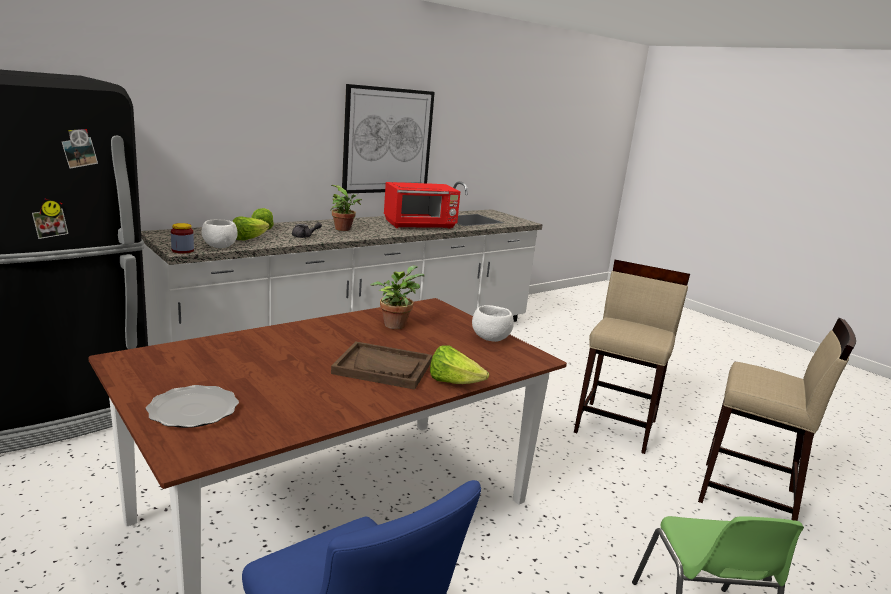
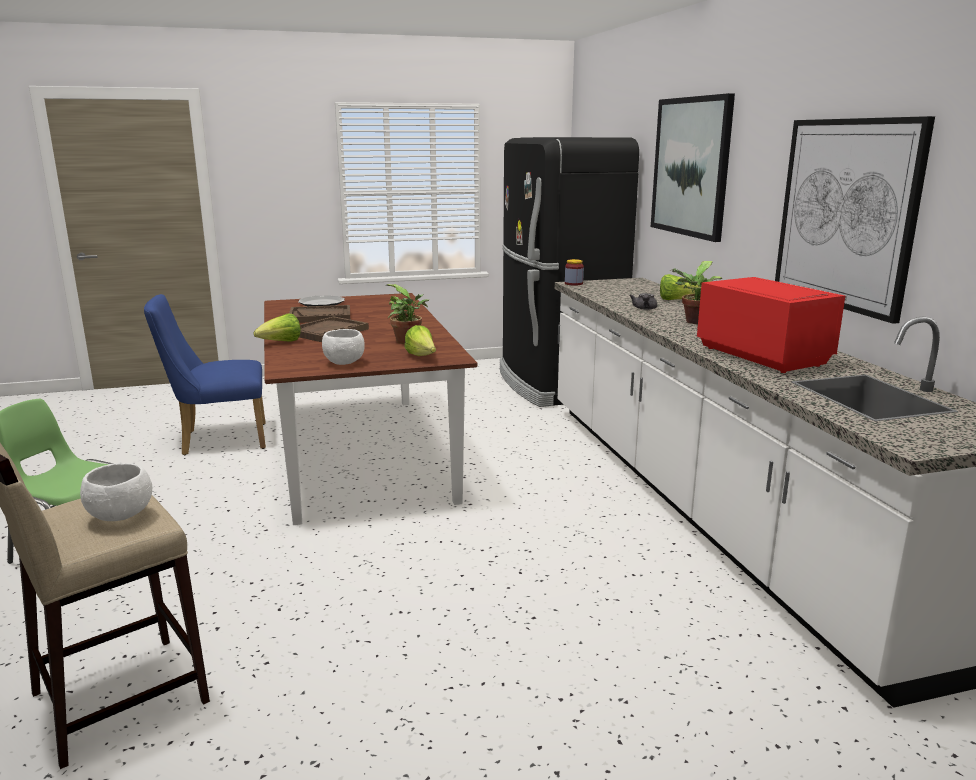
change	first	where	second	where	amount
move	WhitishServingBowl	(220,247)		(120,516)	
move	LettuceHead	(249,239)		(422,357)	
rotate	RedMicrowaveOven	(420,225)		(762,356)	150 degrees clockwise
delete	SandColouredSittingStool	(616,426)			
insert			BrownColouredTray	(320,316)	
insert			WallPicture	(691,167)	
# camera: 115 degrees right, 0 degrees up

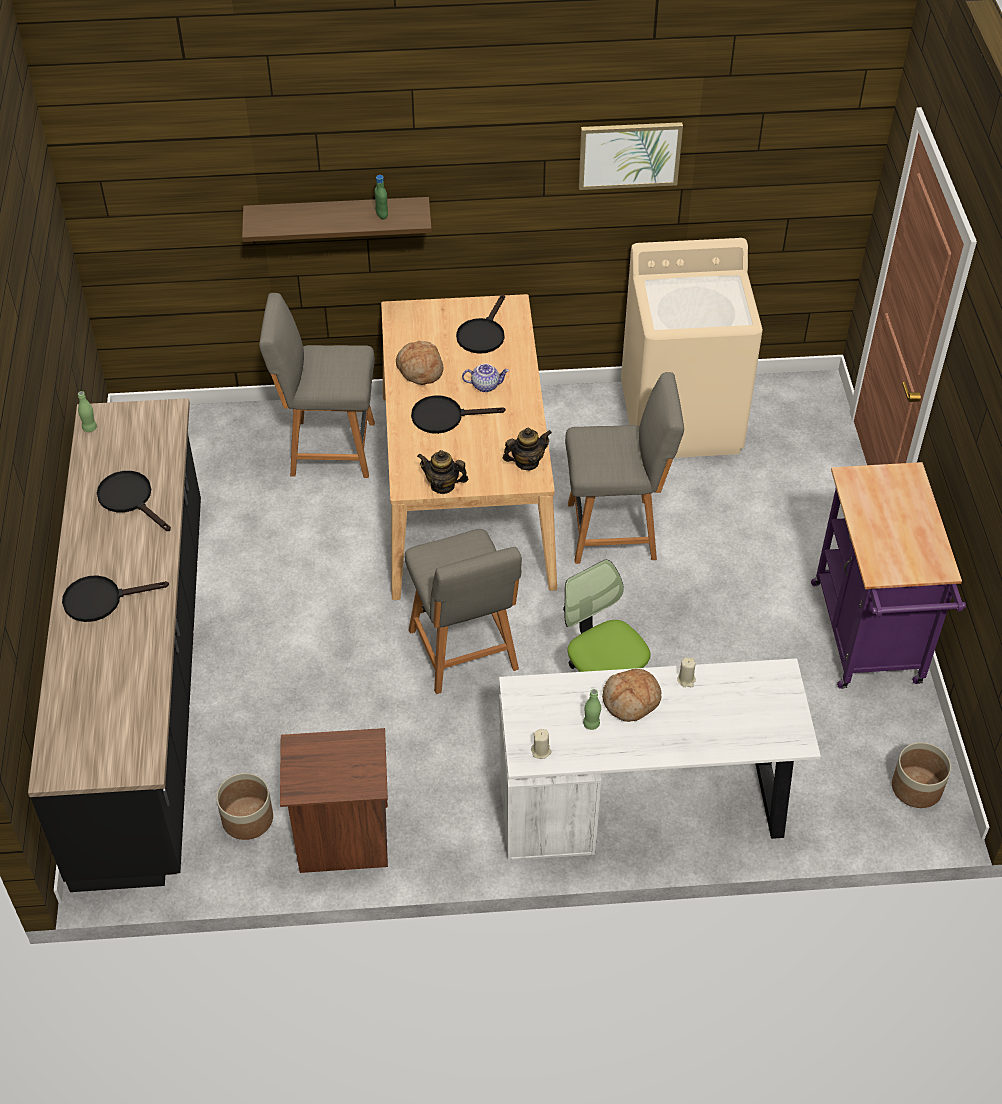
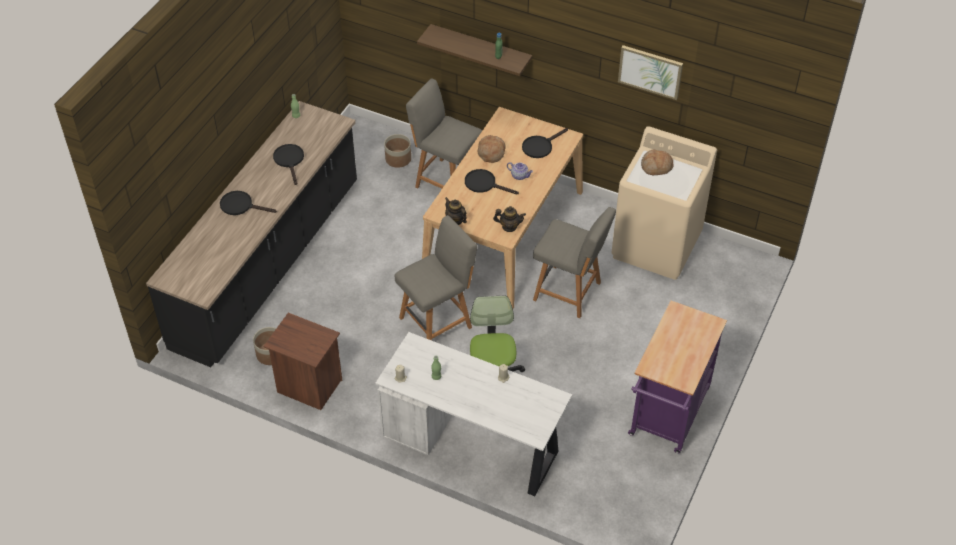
change	first	where	second	where	amount
rotate	GreyishPlainChair	(464,653)		(438,321)	135 degrees counterclockwise
move	BakedBread	(631,701)		(656,167)	
move	PlantPot	(916,787)		(398,159)	
# camera: 30 degrees right, 0 degrees up

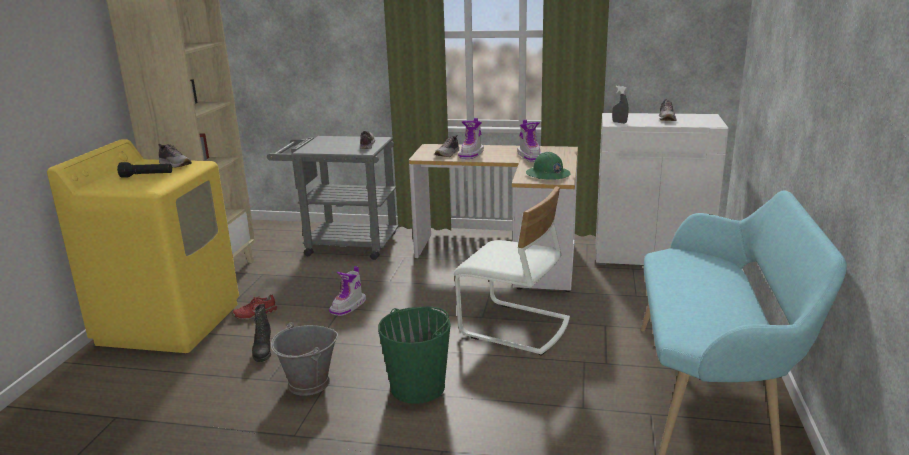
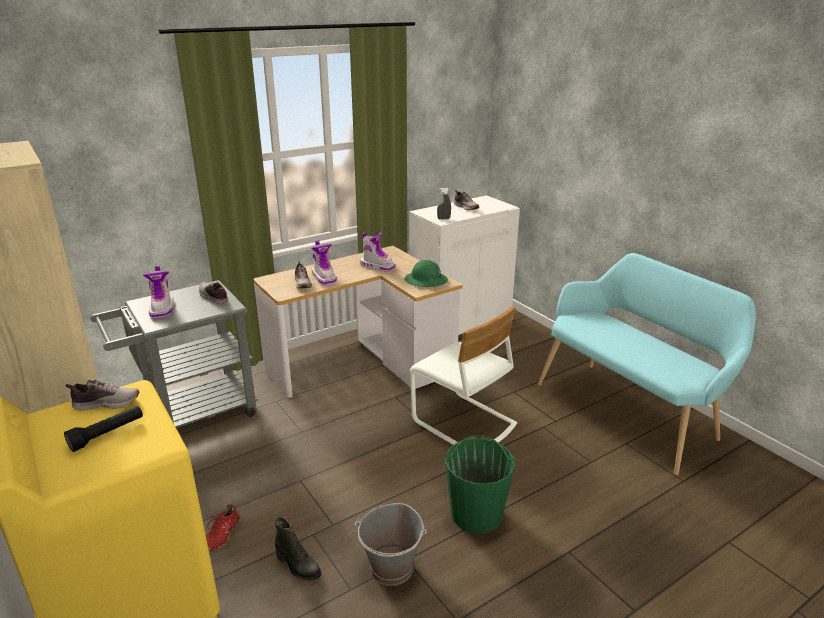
change	first	where	second	where	amount
move	HighTopBoot	(348,306)		(162,308)	
rotate	WhitishPlainChair	(514,327)		(463,424)	60 degrees clockwise
# camera: 45 degrees left, 5 degrees up

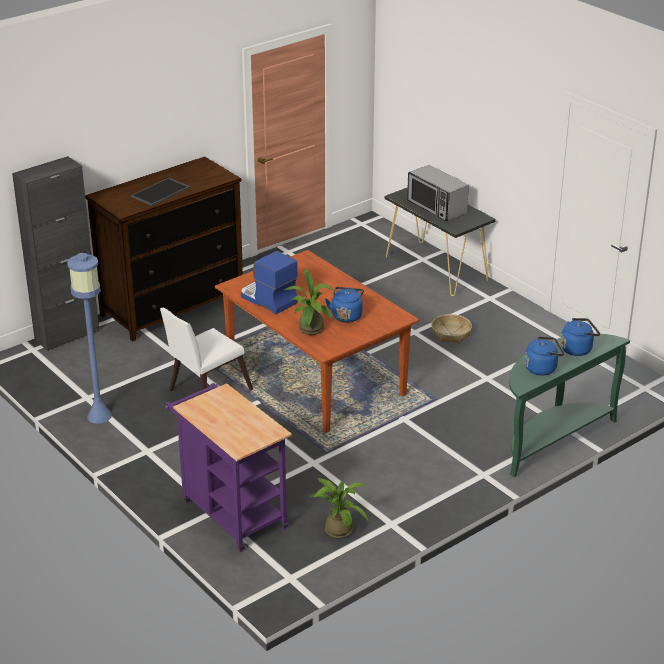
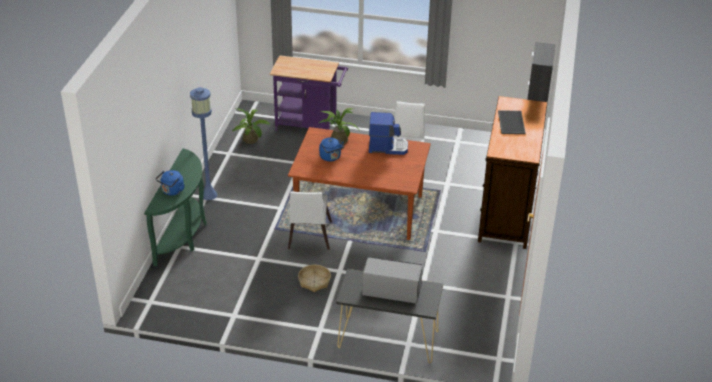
change	first	where	second	where	amount
move	BlueColouredFloorLamp	(99,416)		(209,195)	
delete	BlueColouredTeaKettle	(542,368)			
insert			WhitishPlainChair	(309,237)	
# camera: 140 degrees right, 5 degrees up

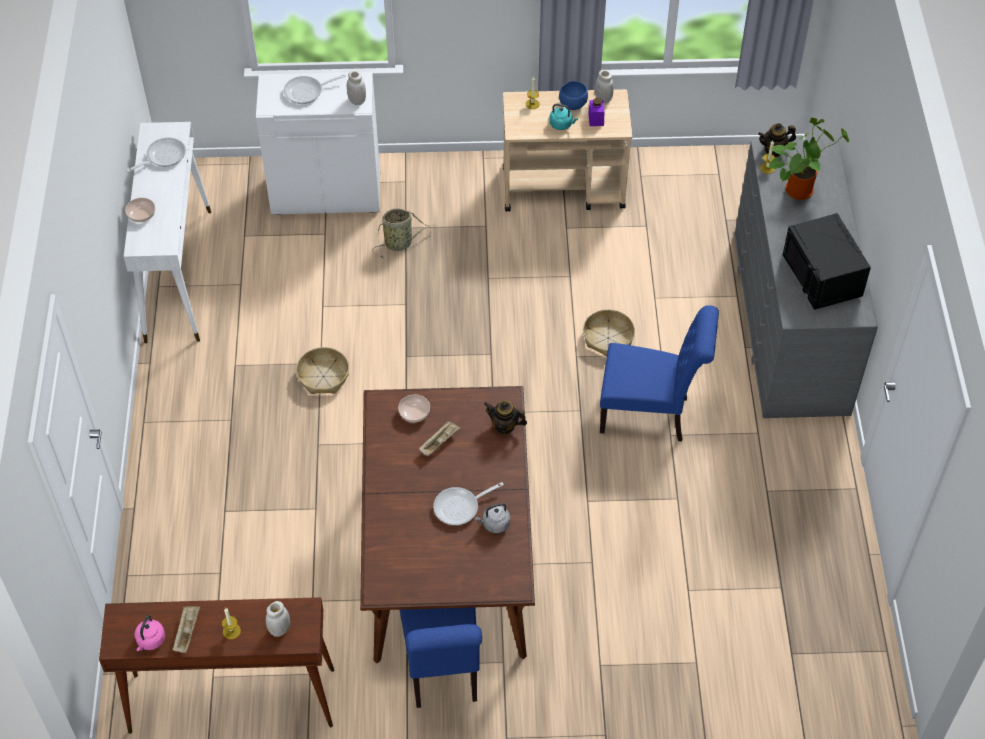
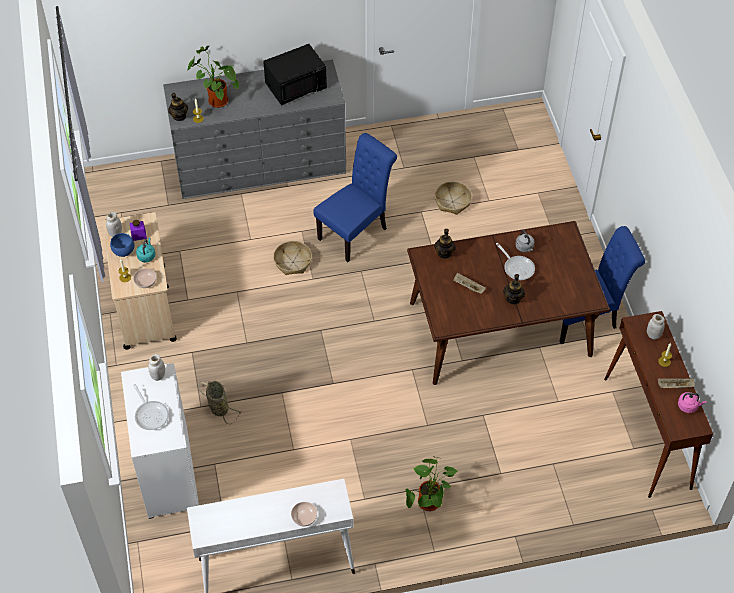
change	first	where	second	where	amount
delete	FryingPan	(163,157)			
move	Basket	(323,376)		(452,202)	
move	ServingBowl	(414,413)		(146,282)	
rotate	BlueColouredPlainChair	(650,415)		(356,232)	45 degrees clockwise
insert			Houseplant	(429,504)	
insert			PotForTea	(513,298)	
# camera: 100 degrees left, 0 degrees up

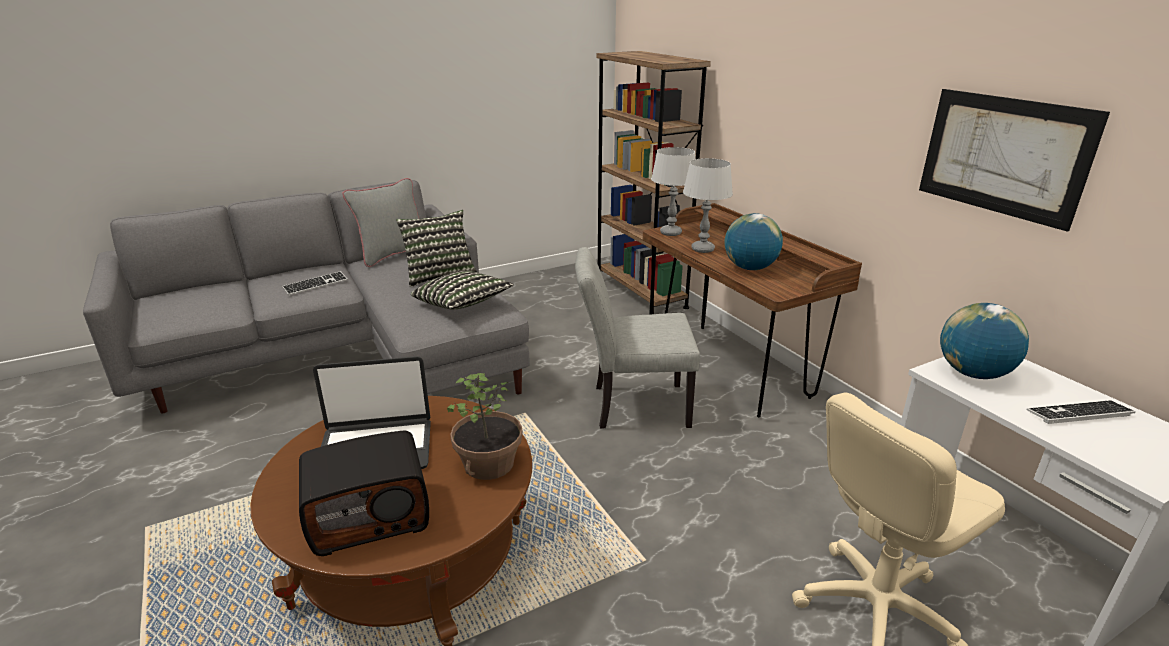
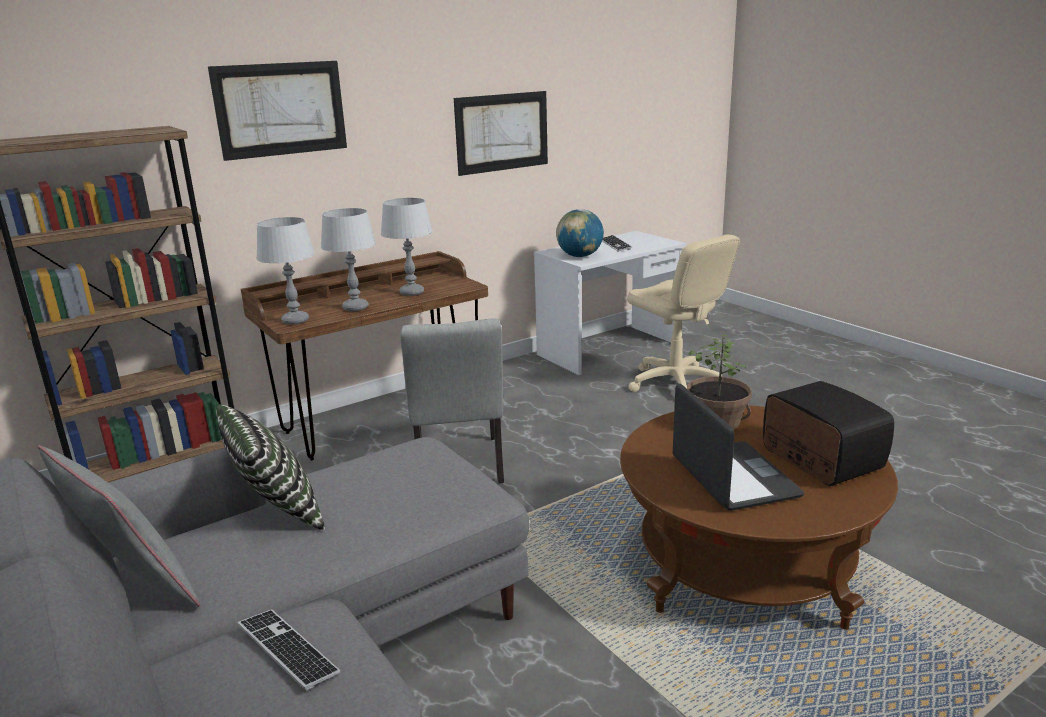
change	first	where	second	where	amount
delete	Pillow	(462,304)			
replace	DeskGlobe	(750,268)	GreyishLampForATable	(411,292)	
insert			WallPicture	(281,109)	
# camera: 95 degrees left, 5 degrees down

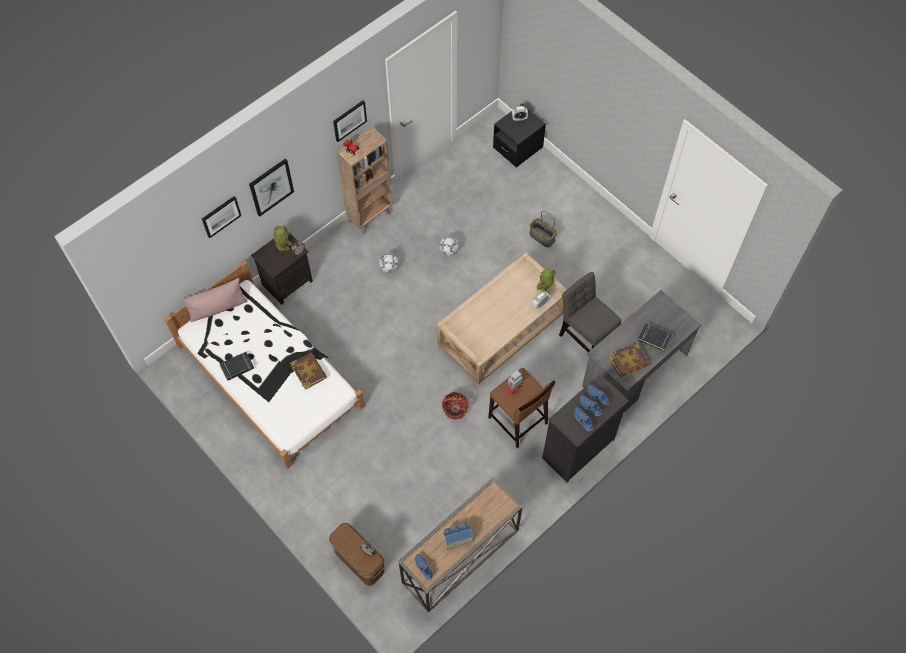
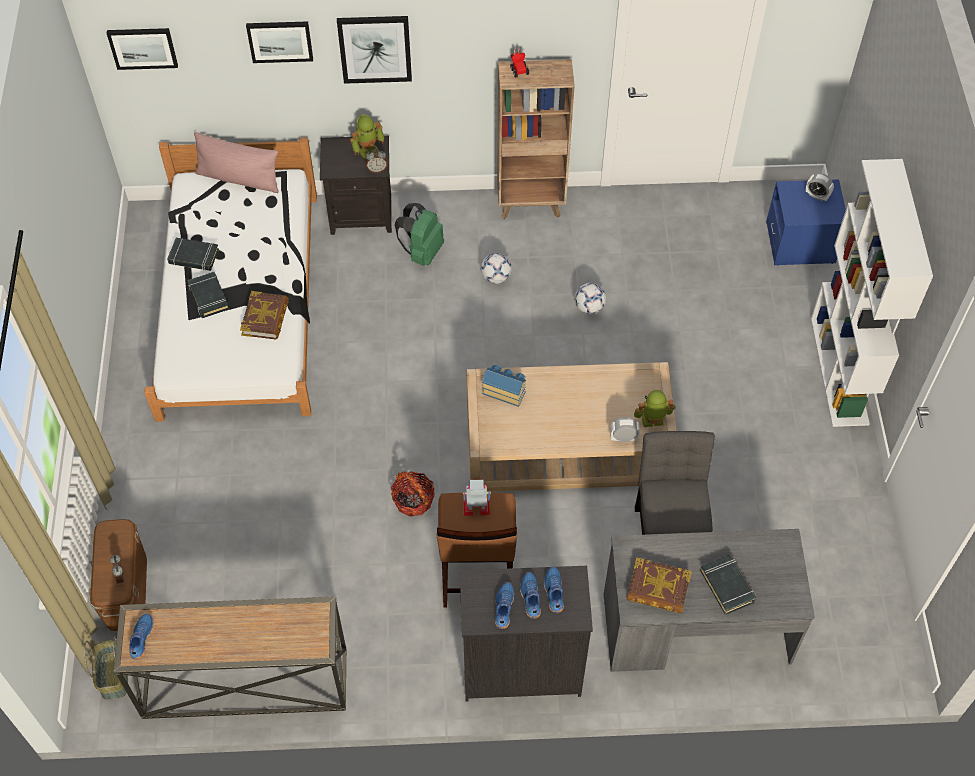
change	first	where	second	where	amount
move	WallPicture	(349,120)		(143,47)	
move	MiniatureHouse	(457,537)		(504,390)	
recolor	BlackBedsideTable	(518,147)	BlueColouredBedsideTable	(800,243)	
move	Basket	(542,237)		(114,676)	
insert			BlackBook	(208,297)	
insert			GreenRucksack	(422,252)	
insert			WhitishBookcase	(840,371)	
# camera: 40 degrees right, 5 degrees down

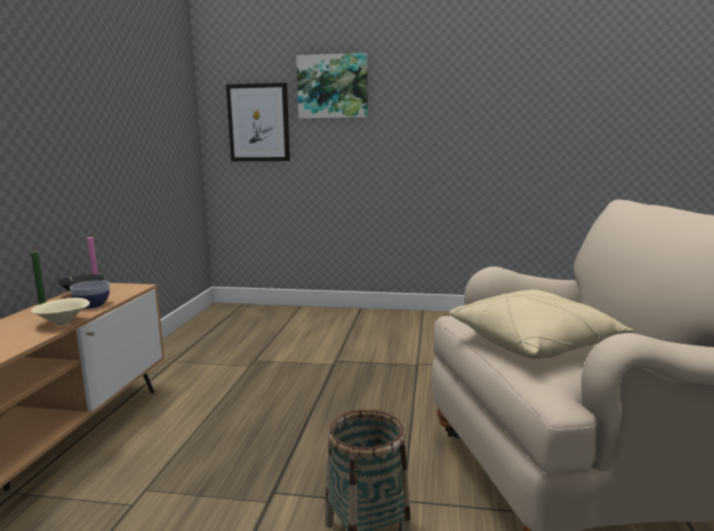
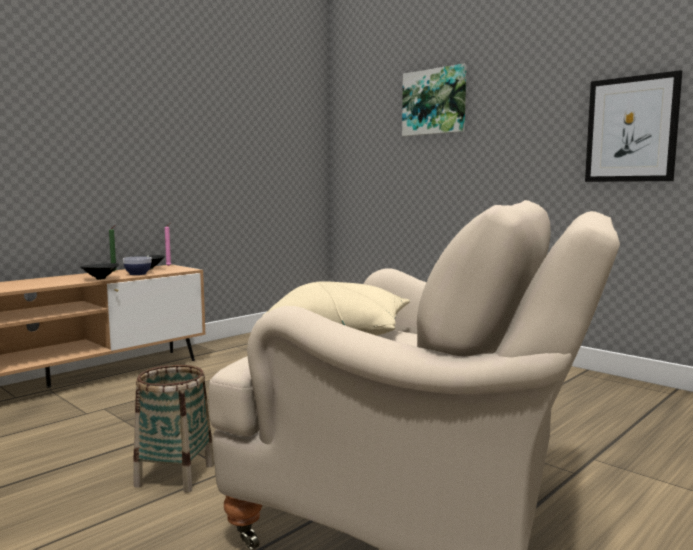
change	first	where	second	where	amount
recolor	SandColouredServingBowl	(64,323)	BlackServingBowl	(101,279)	
move	WallPicture	(259,123)		(631,129)	
# camera: 35 degrees right, 5 degrees down

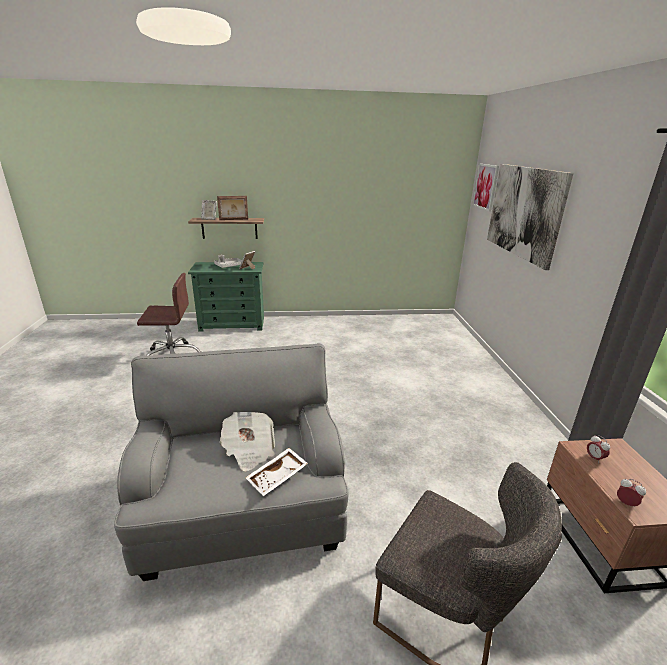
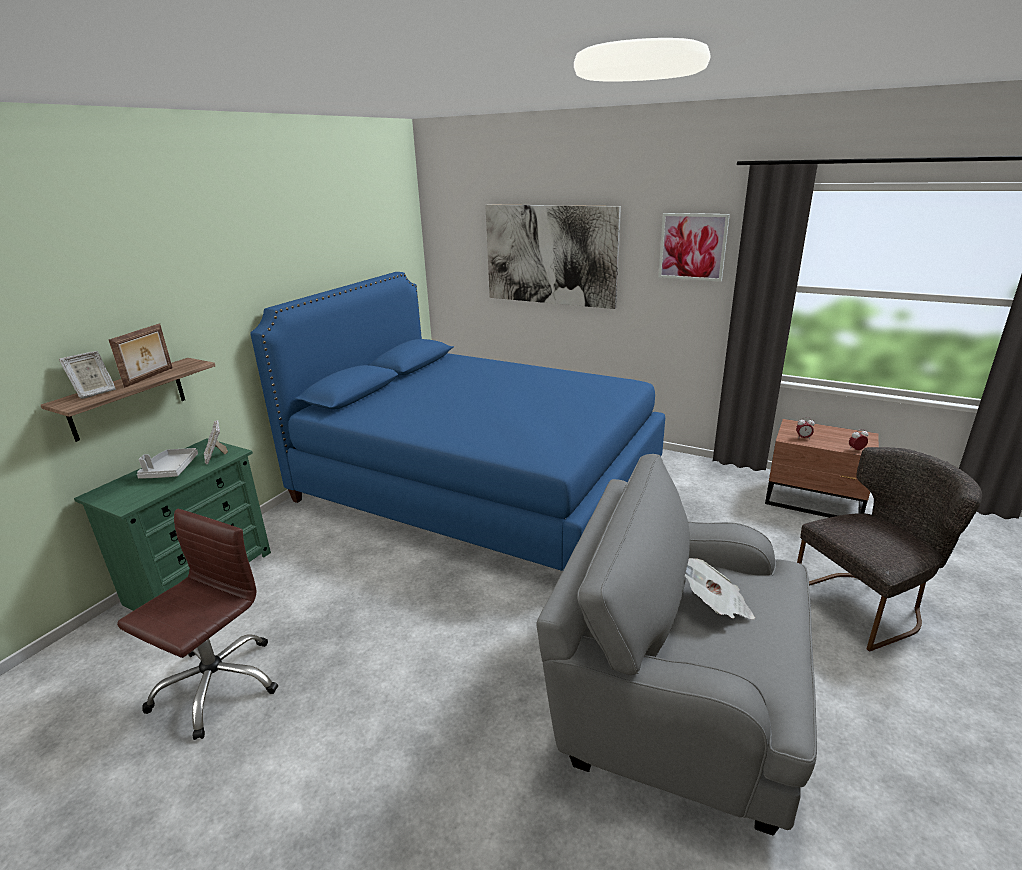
change	first	where	second	where	amount
delete	WhitishTray	(278,477)			
move	WallPicture	(485,186)		(692,246)	
insert			BlueColouredSleepingBed	(479,484)	
# camera: 55 degrees left, 0 degrees up

